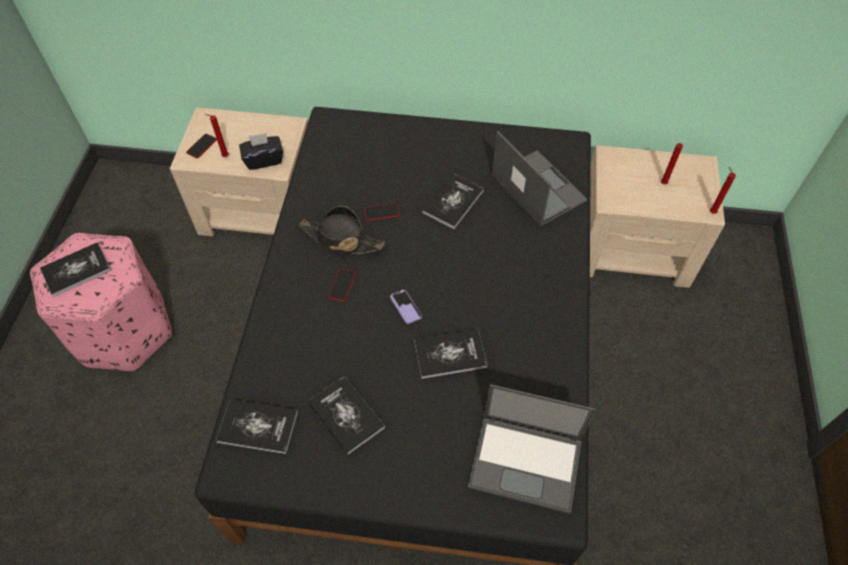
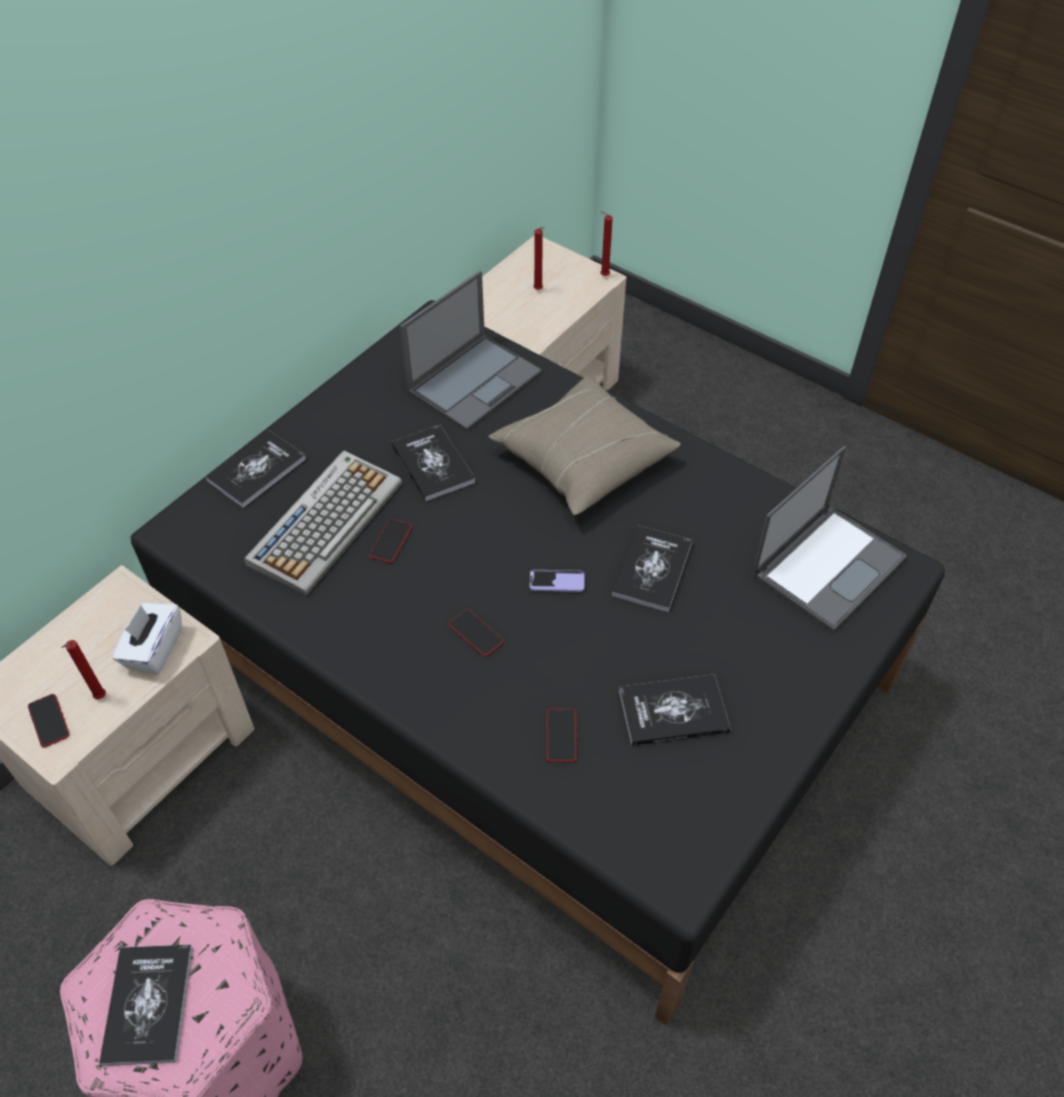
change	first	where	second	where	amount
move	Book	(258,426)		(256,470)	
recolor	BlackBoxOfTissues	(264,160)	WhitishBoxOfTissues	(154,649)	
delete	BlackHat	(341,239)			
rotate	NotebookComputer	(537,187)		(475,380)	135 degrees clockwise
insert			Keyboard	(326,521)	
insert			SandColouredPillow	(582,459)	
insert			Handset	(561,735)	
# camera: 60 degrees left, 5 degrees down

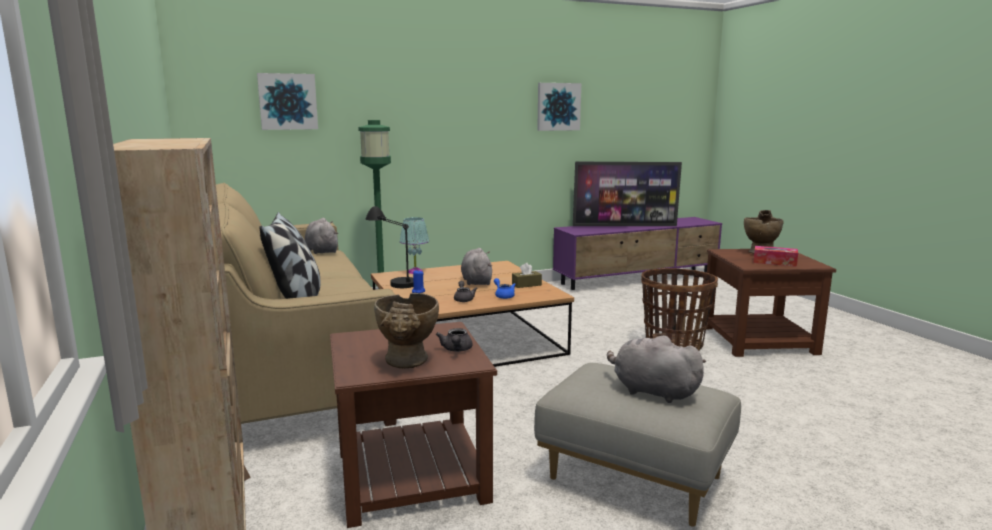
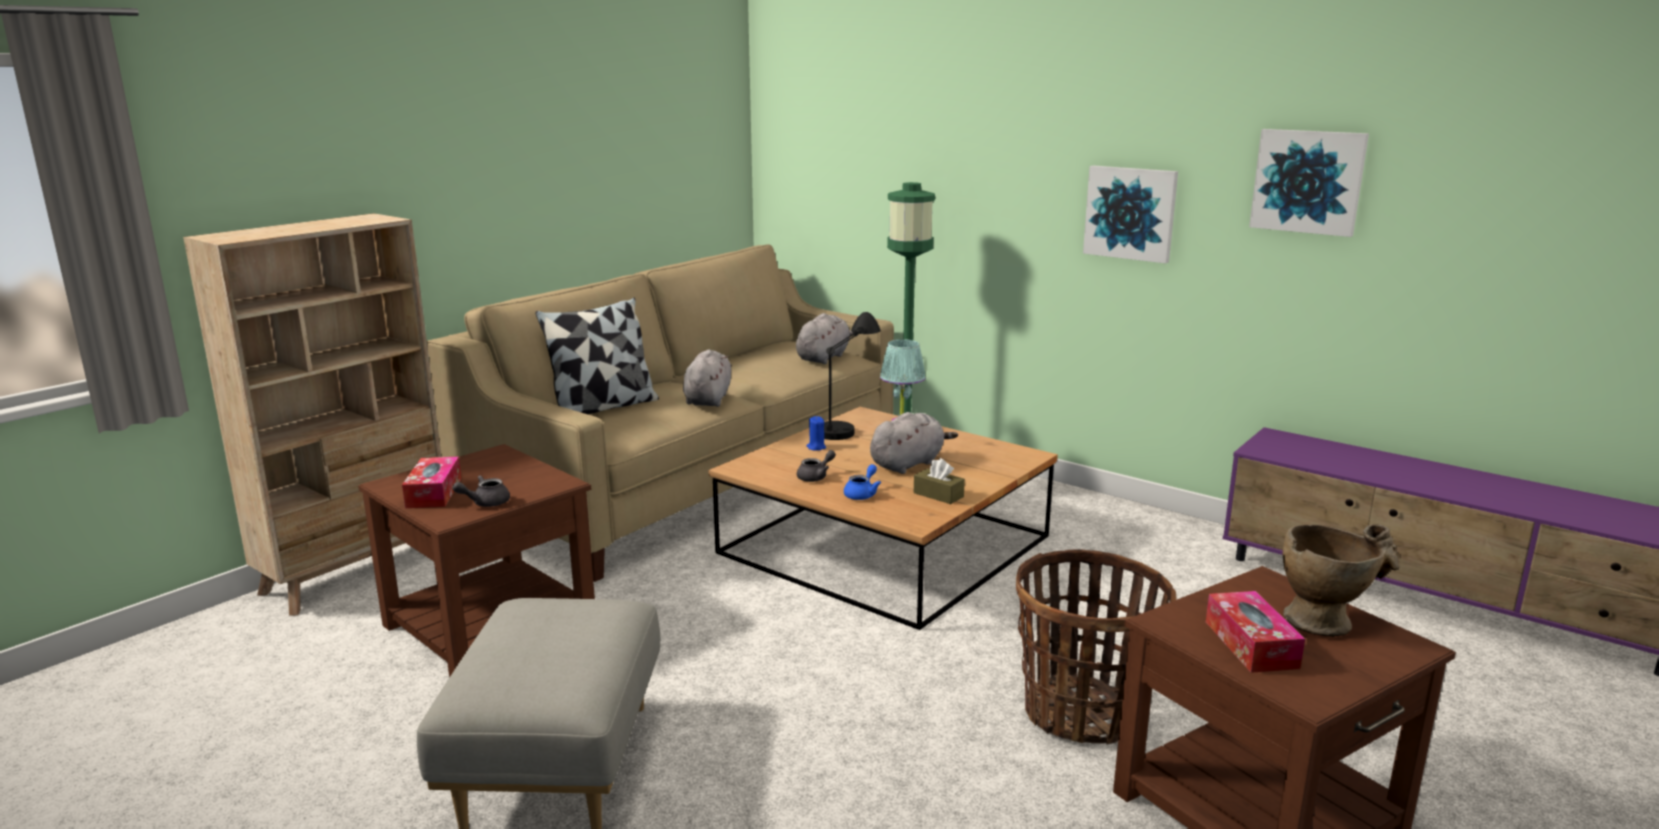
change	first	where	second	where	amount
move	WallPicture	(288,101)		(1130,213)	
replace	SandColouredDecorativeVase	(407,363)	BoxOfTissues	(434,493)	
delete	Tv	(624,226)			
move	GreyishCuddlyToy	(651,391)		(708,399)	
# camera: 60 degrees right, 5 degrees up

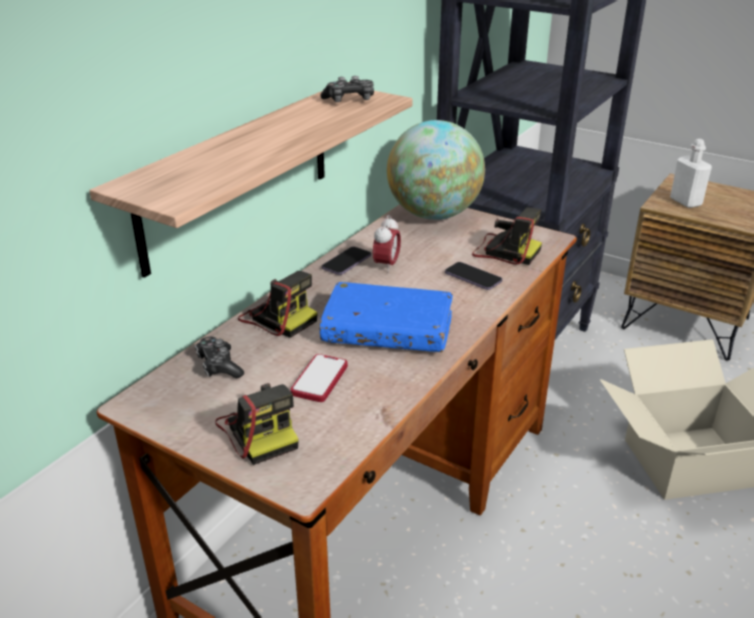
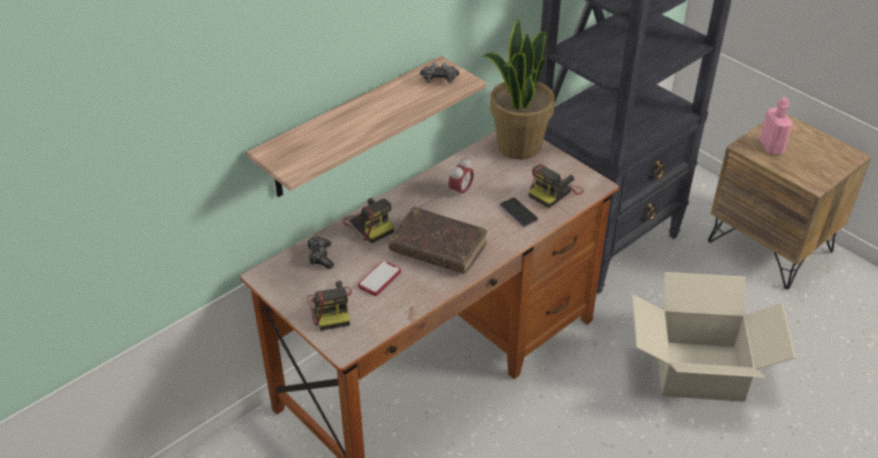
change	first	where	second	where	amount
recolor	BlueColouredBook	(387,330)	BrownColouredBook	(438,248)	
delete	Handset	(346,262)			
replace	DeskGlobe	(433,215)	Houseplant	(518,146)	
rotate	PhotoCamera	(504,251)		(554,192)	90 degrees clockwise
recolor	WhitishBottle	(685,202)	PinkColouredBottle	(771,147)	
# camera: 15 degrees right, 10 degrees up

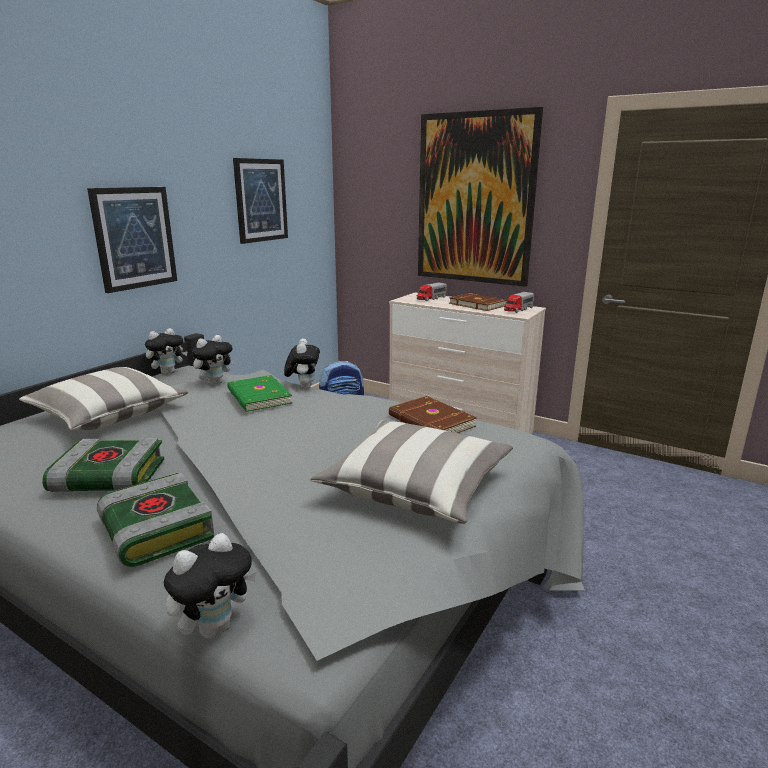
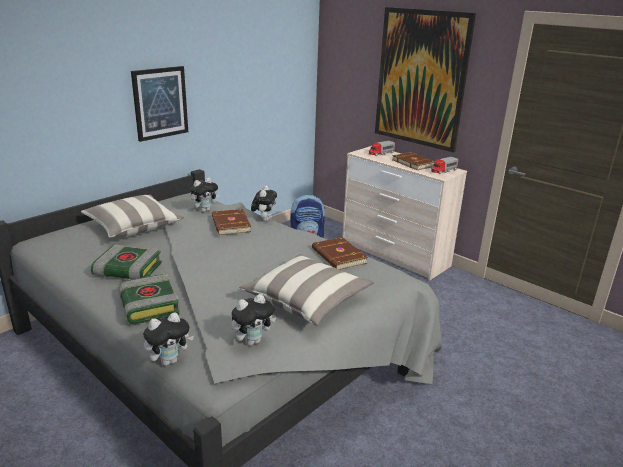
change	first	where	second	where	amount
move	CuddlyToy	(168,373)		(252,341)	
recolor	GreenBook	(258,397)	BrownColouredBook	(230,224)	
delete	WallPicture	(260,200)			
# camera: 10 degrees right, 5 degrees up

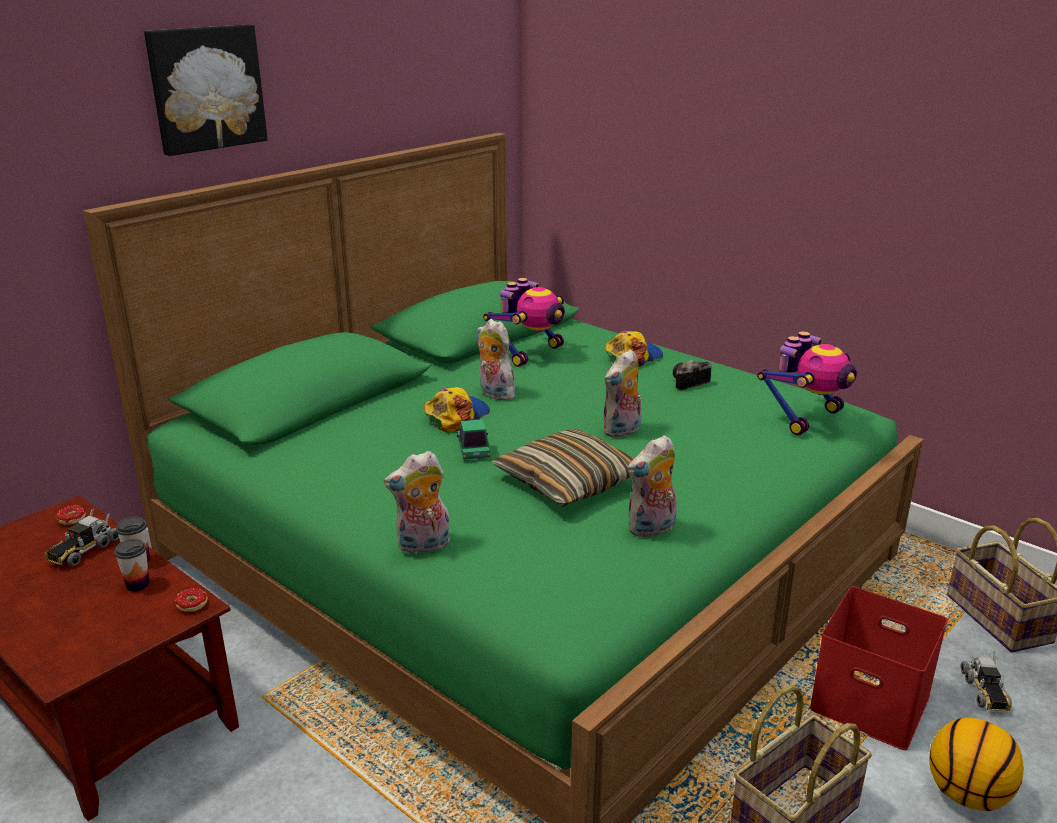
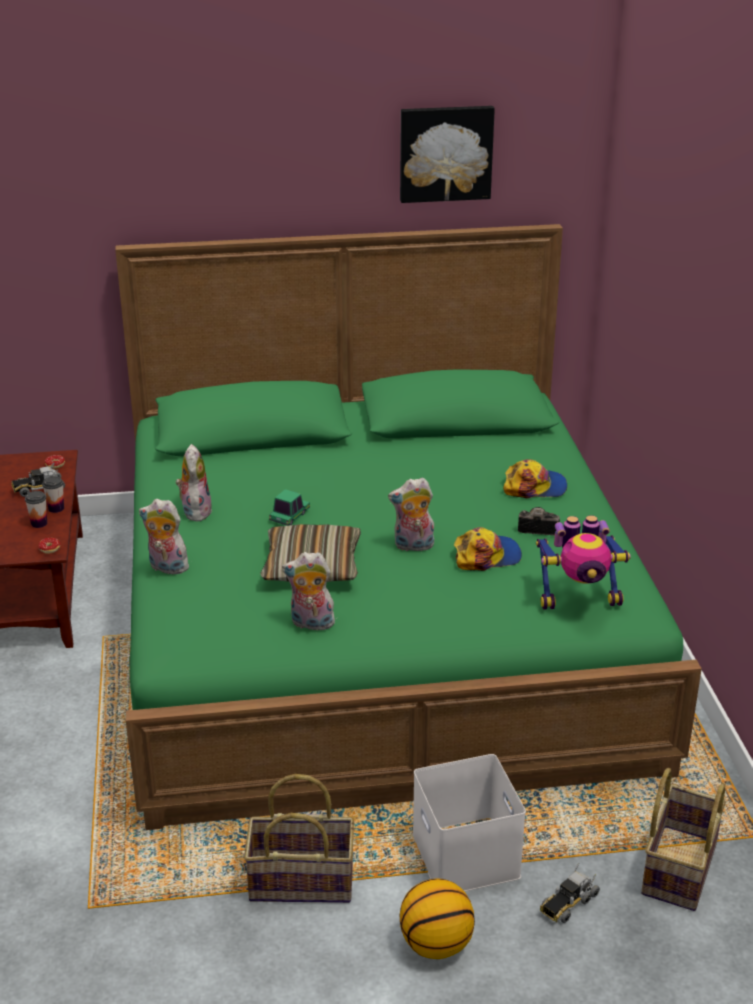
change	first	where	second	where	amount
move	WallPicture	(206,88)		(445,153)	
move	Cap	(456,416)		(487,556)	
move	CuddlyToy	(494,394)		(195,511)	
delete	RobotFigure	(530,353)			
recolor	RedStorageBox	(867,702)	WhitishStorageBox	(463,855)	
# camera: 40 degrees right, 5 degrees up

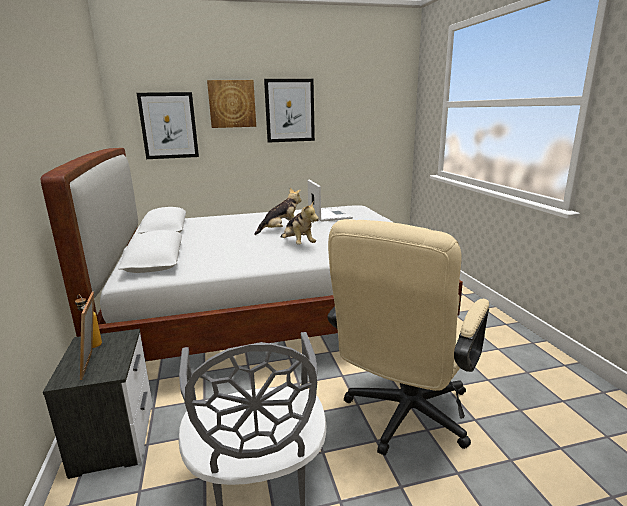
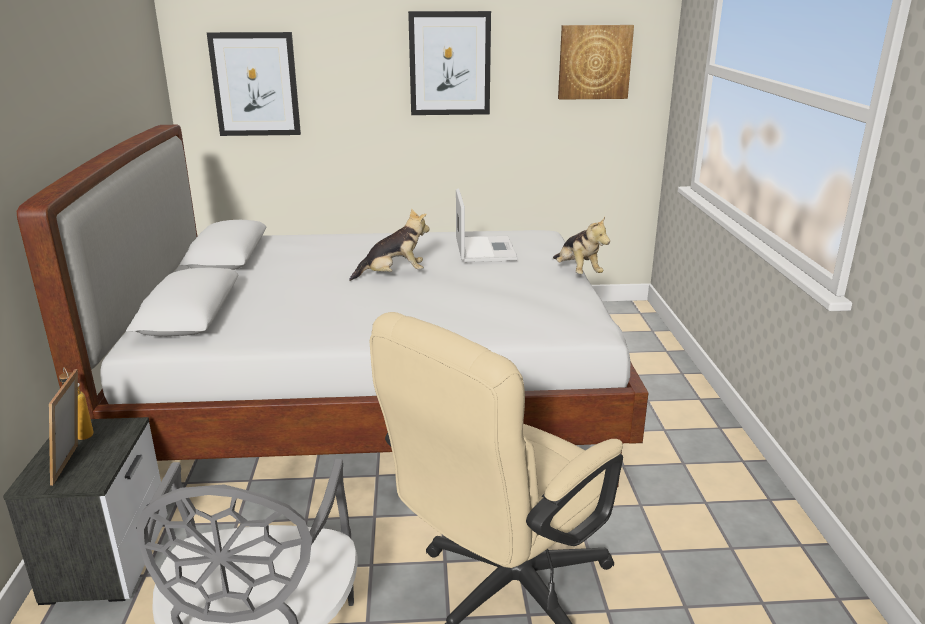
change	first	where	second	where	amount
move	WallPicture	(232,104)		(594,62)	
move	CuddlyToy	(298,244)		(577,272)	
# camera: 10 degrees right, 5 degrees up

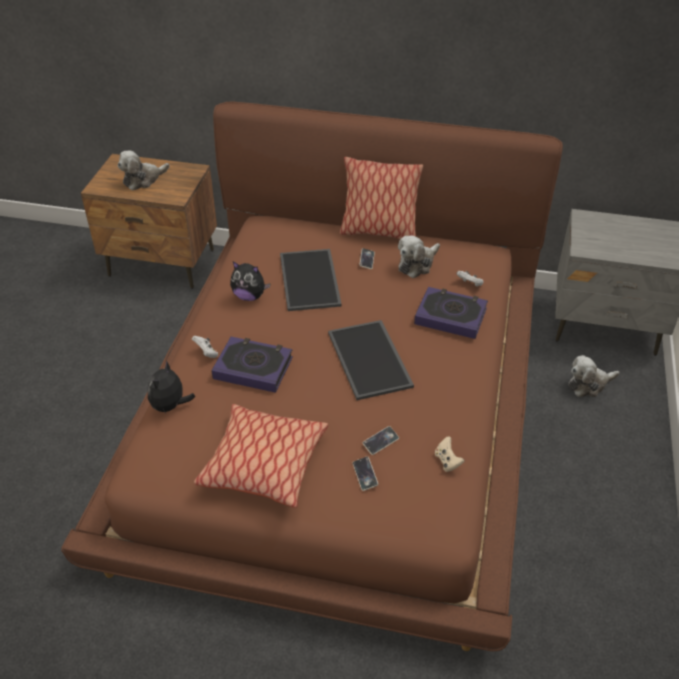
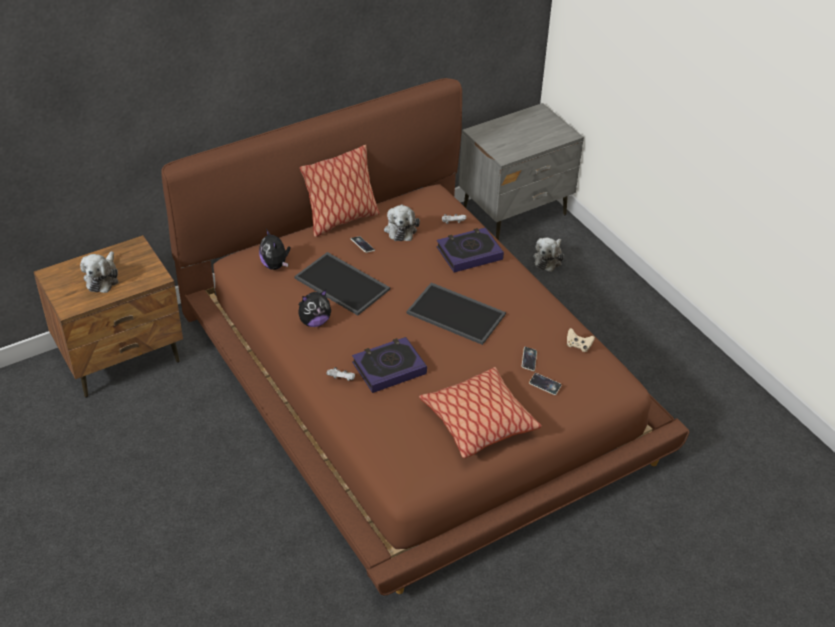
change	first	where	second	where	amount
move	CuddlyToy	(170,406)		(275,265)	
# camera: 45 degrees left, 0 degrees up

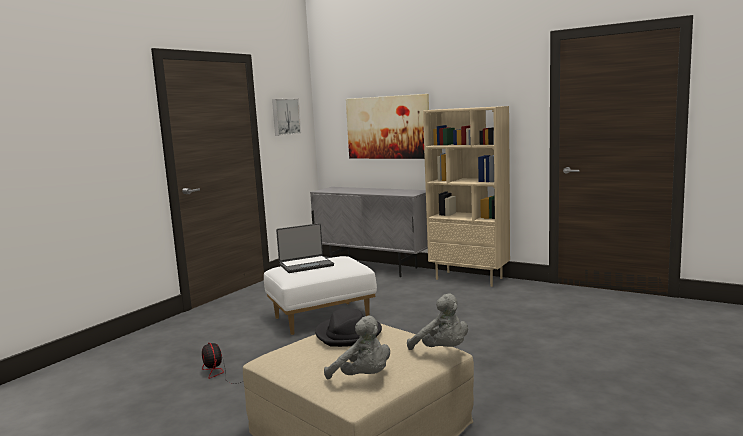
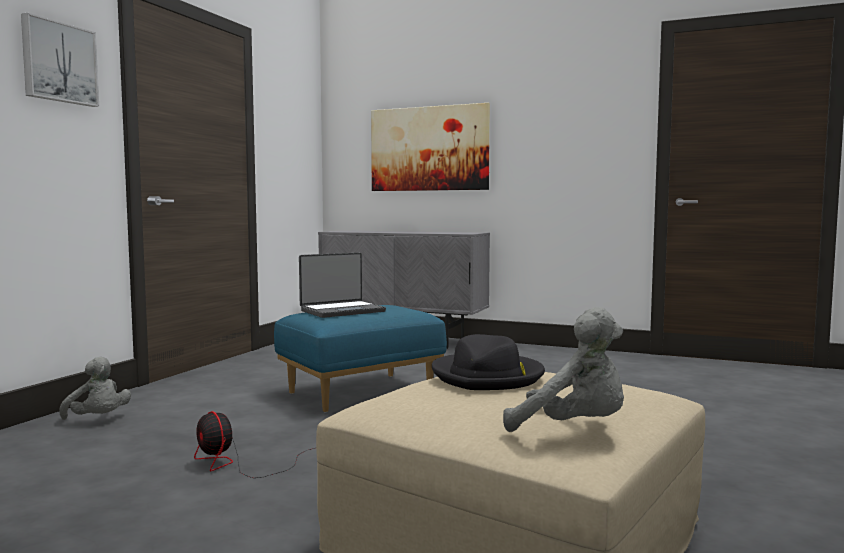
change	first	where	second	where	amount
recolor	WhitishOttoman	(322,317)	BlueColouredOttoman	(361,392)	
move	WallPicture	(285,116)		(58,63)	
move	GreyishCuddlyToy	(442,350)		(98,419)	
delete	SandColouredBookcase	(469,278)			
# camera: 10 degrees left, 5 degrees down

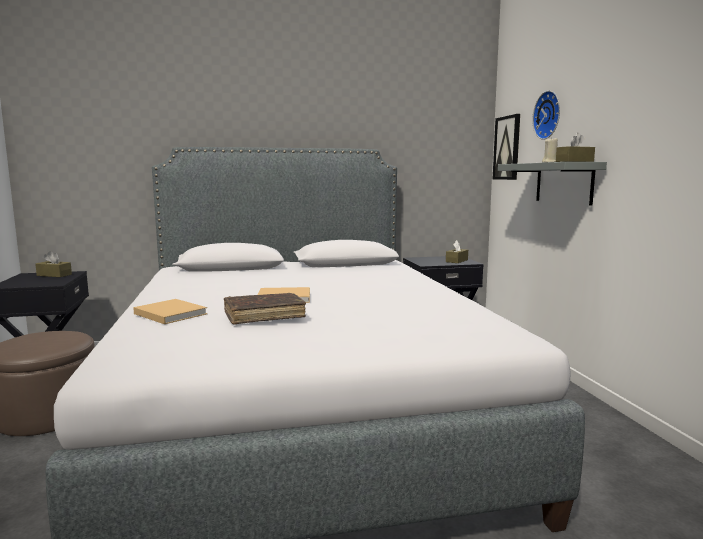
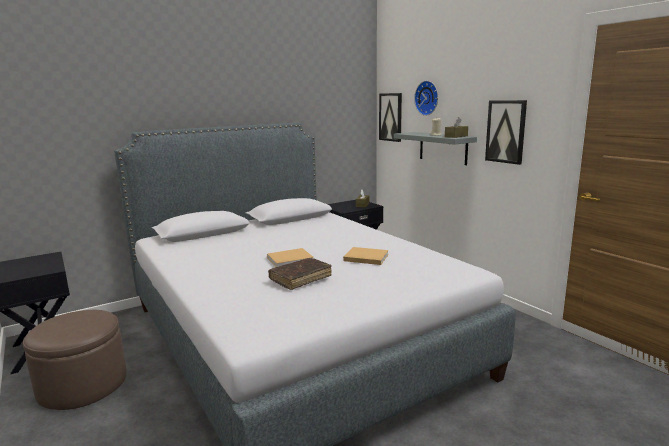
change	first	where	second	where	amount
delete	BrownColouredBoxOfTissues	(54,275)			
move	SandColouredBook	(169,313)		(365,257)	
insert			WallPicture	(506,131)	
# camera: 20 degrees left, 5 degrees up

